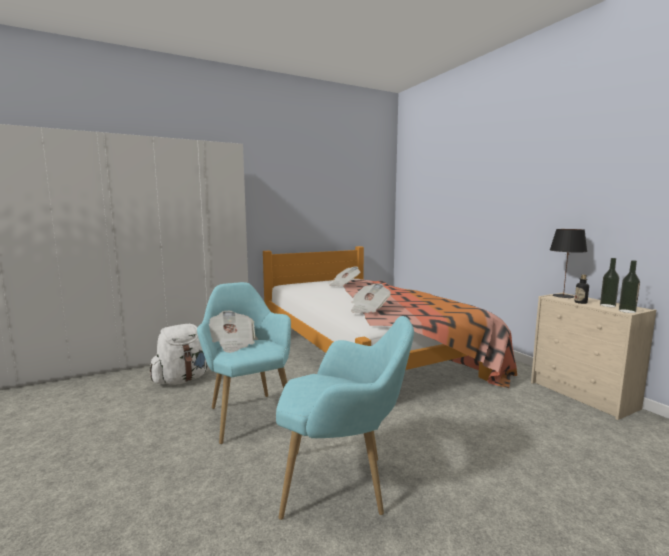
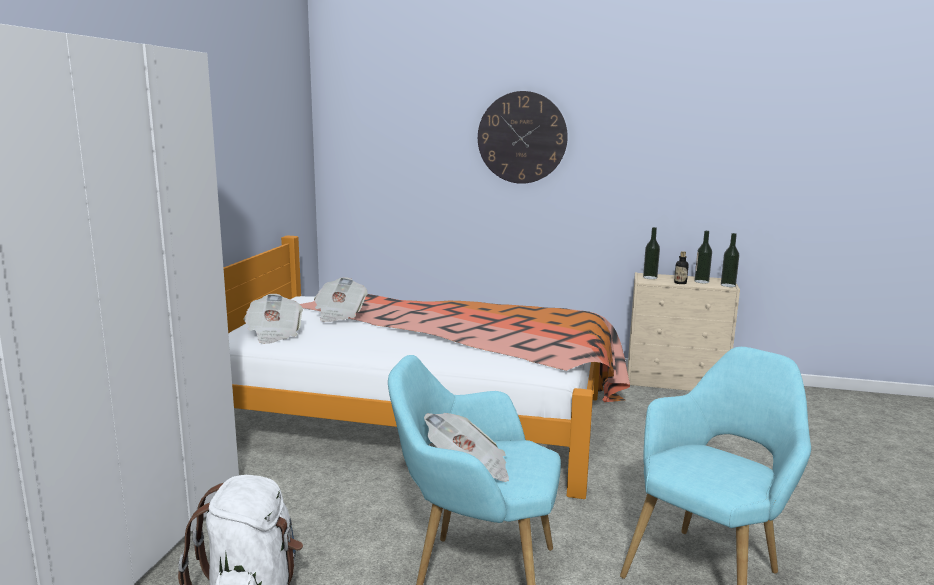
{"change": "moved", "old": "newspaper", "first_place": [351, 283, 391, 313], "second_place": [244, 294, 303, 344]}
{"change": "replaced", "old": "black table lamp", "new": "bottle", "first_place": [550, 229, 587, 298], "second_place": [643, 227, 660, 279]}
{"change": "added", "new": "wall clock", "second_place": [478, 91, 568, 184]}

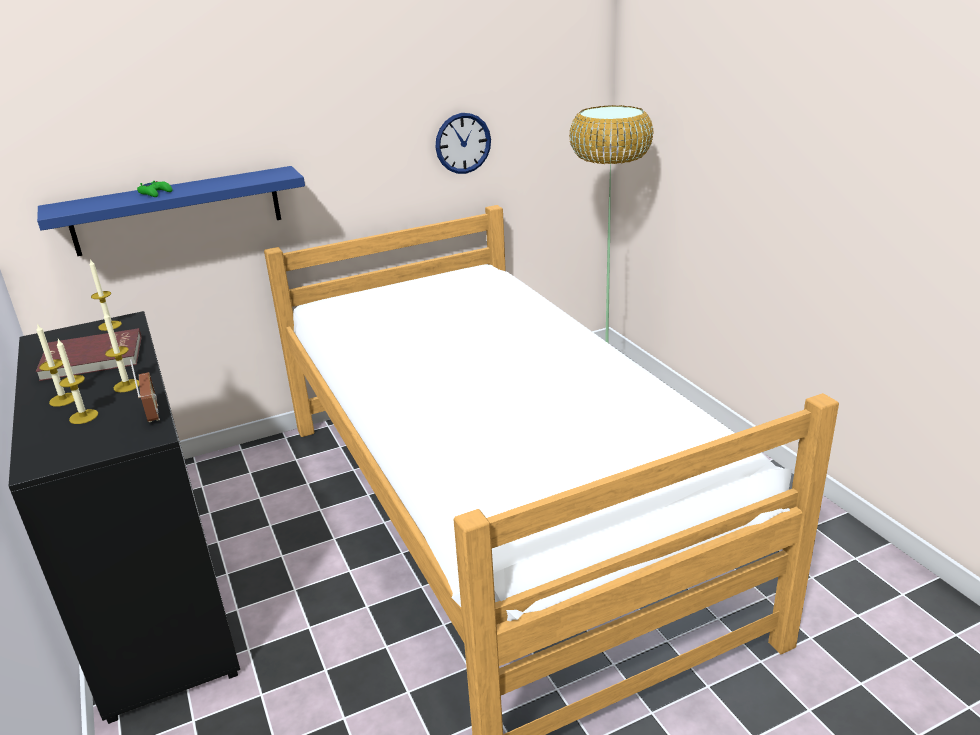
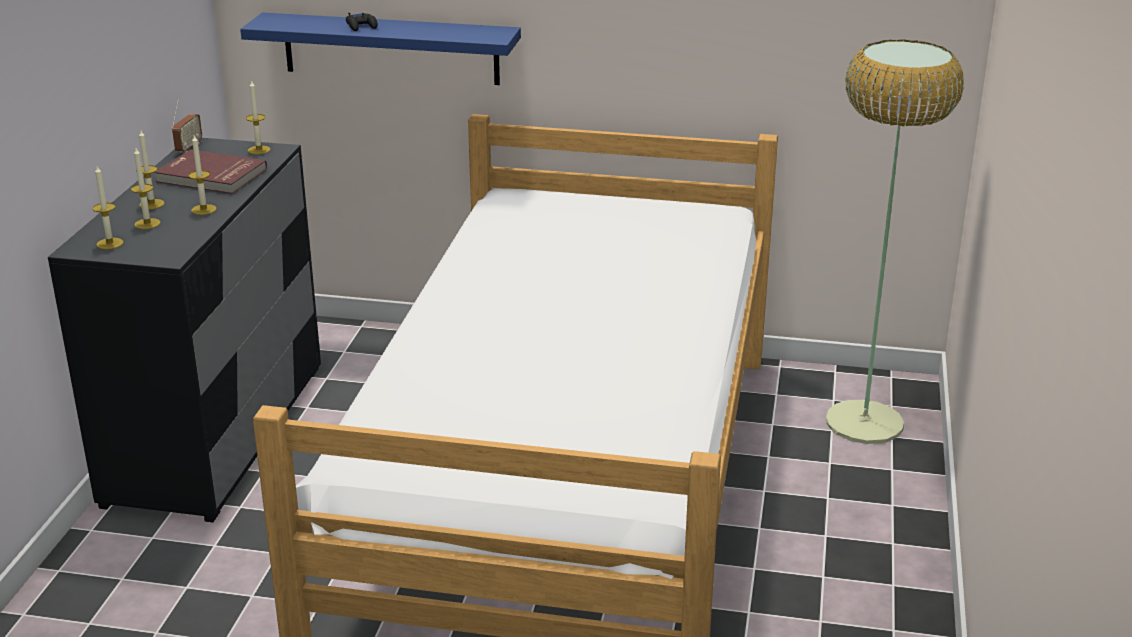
{"change": "moved", "old": "radio", "first_place": [130, 359, 160, 422], "second_place": [171, 98, 202, 153]}
{"change": "recoloured", "old": "green game controller", "new": "black game controller", "first_place": [137, 181, 173, 197], "second_place": [346, 13, 378, 31]}
{"change": "removed", "old": "wall clock", "first_place": [435, 113, 491, 174]}
{"change": "added", "new": "candle", "second_place": [92, 166, 124, 249]}

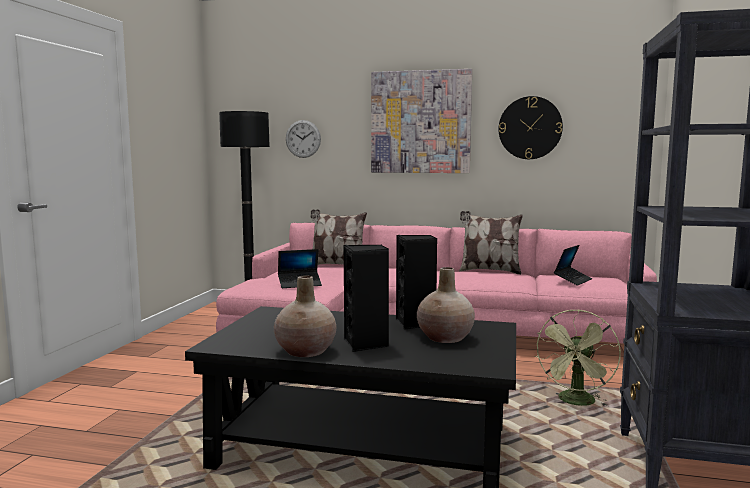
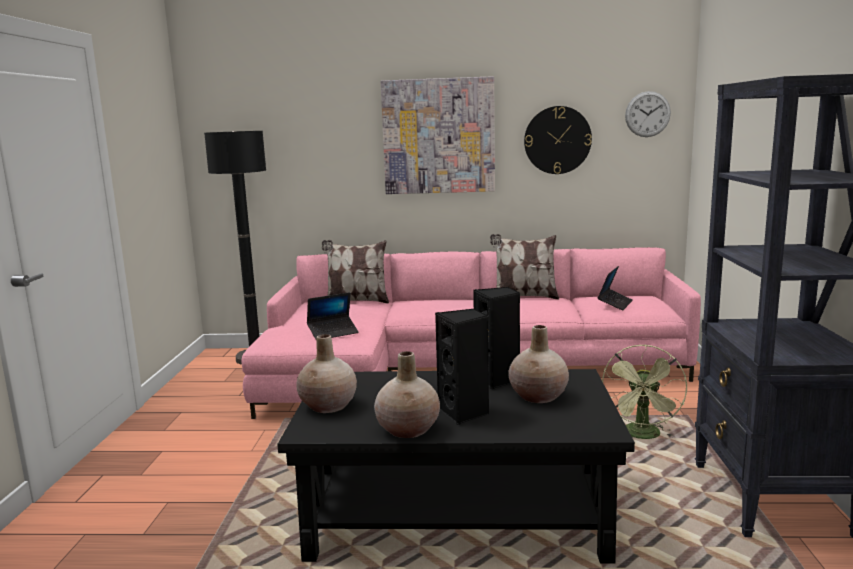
{"change": "moved", "old": "wall clock", "first_place": [286, 120, 321, 158], "second_place": [625, 91, 671, 137]}
{"change": "added", "new": "beige vase", "second_place": [296, 334, 357, 413]}

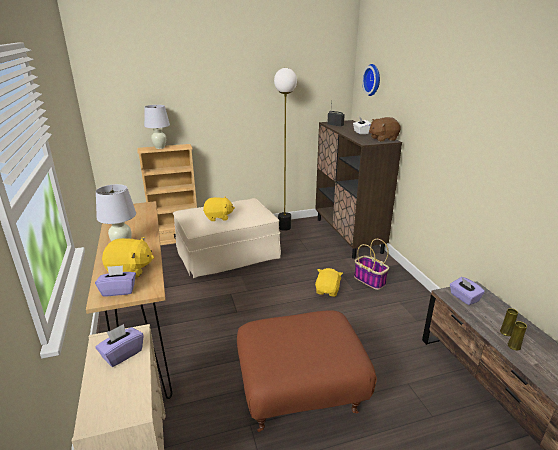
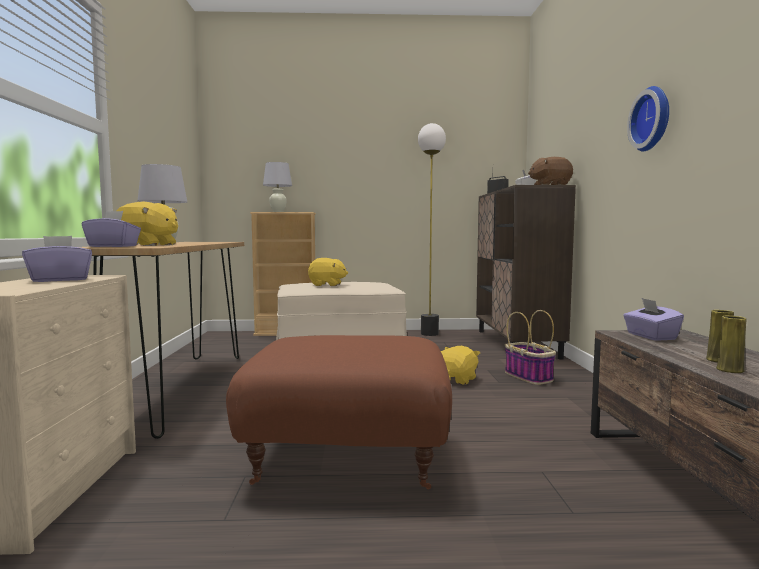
{"change": "moved", "old": "wall clock", "first_place": [362, 64, 380, 96], "second_place": [627, 86, 669, 151]}

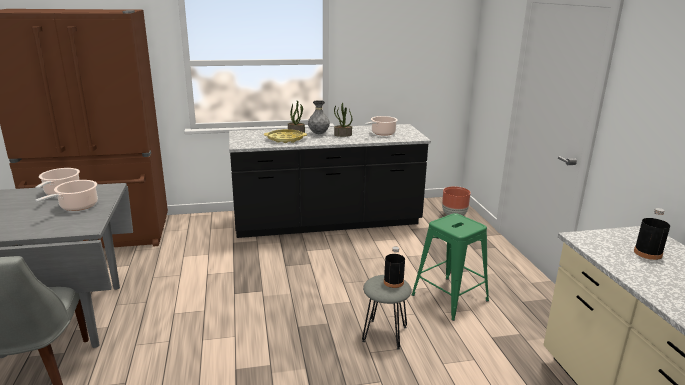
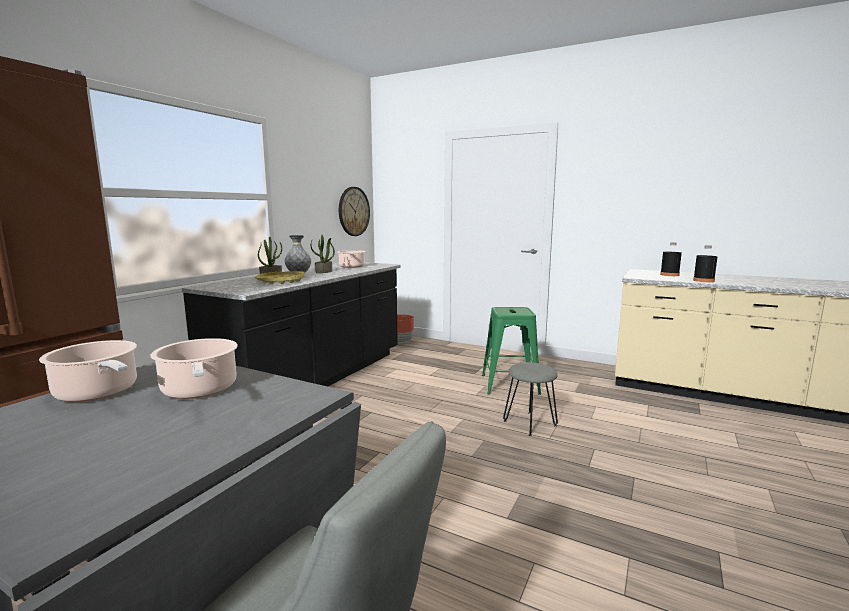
{"change": "moved", "old": "black bottle", "first_place": [384, 246, 405, 288], "second_place": [693, 245, 717, 282]}
{"change": "added", "new": "wall clock", "second_place": [339, 187, 370, 236]}

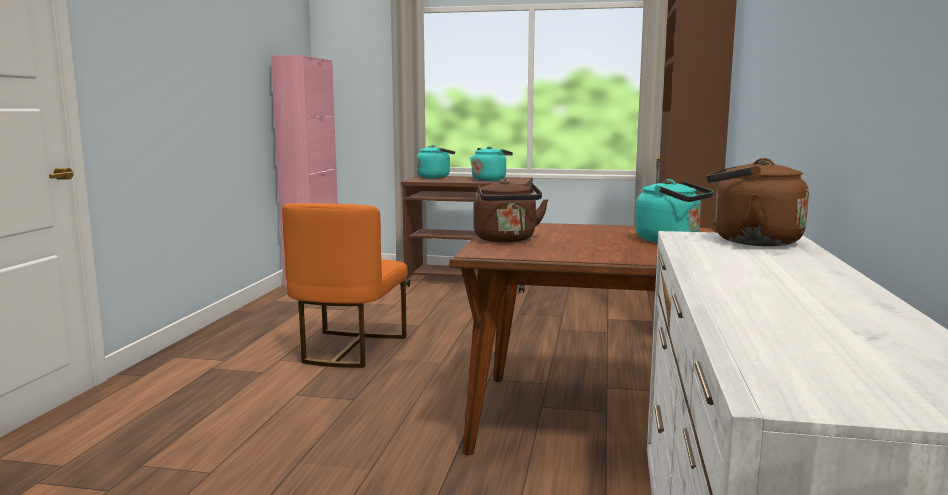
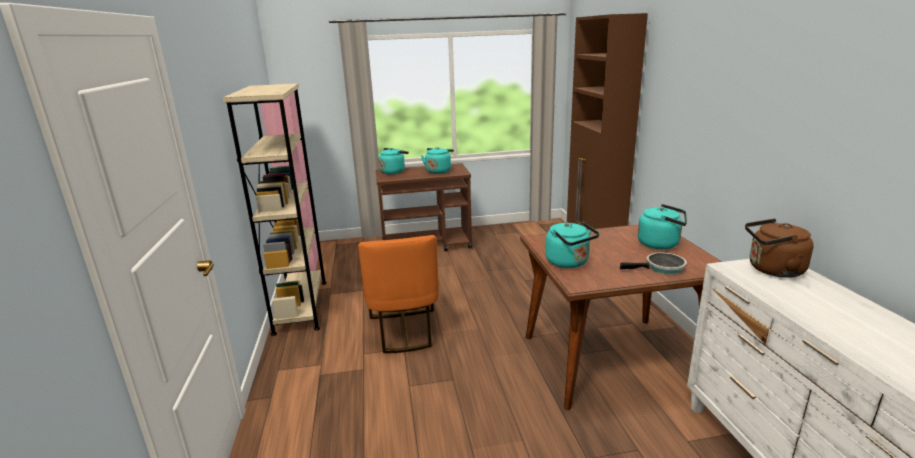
{"change": "recoloured", "old": "brown kettle", "new": "turquoise kettle", "first_place": [474, 179, 548, 243], "second_place": [545, 222, 600, 268]}
{"change": "added", "new": "beige bookcase", "second_place": [223, 83, 327, 336]}
{"change": "added", "new": "frying pan", "second_place": [620, 252, 687, 274]}

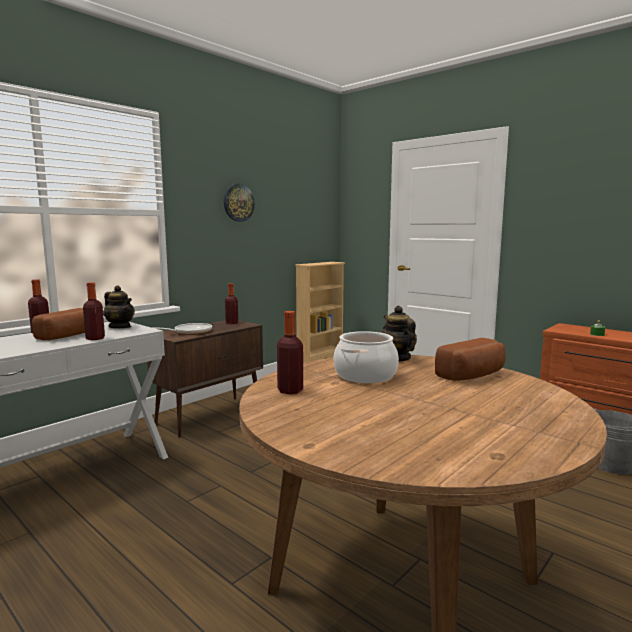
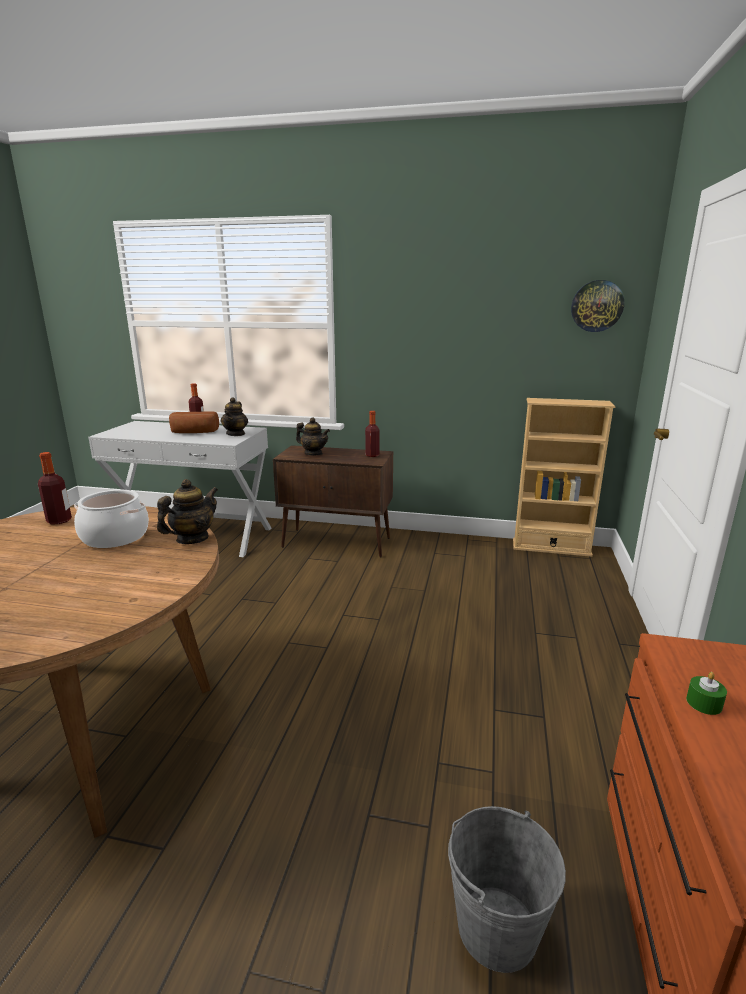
{"change": "removed", "old": "bottle", "first_place": [83, 282, 105, 340]}
{"change": "replaced", "old": "frying pan", "new": "teapot", "first_place": [155, 323, 212, 335], "second_place": [296, 418, 330, 455]}
{"change": "moved", "old": "wall clock", "first_place": [224, 184, 255, 222], "second_place": [571, 280, 624, 332]}
{"change": "removed", "old": "bread", "first_place": [435, 338, 506, 381]}

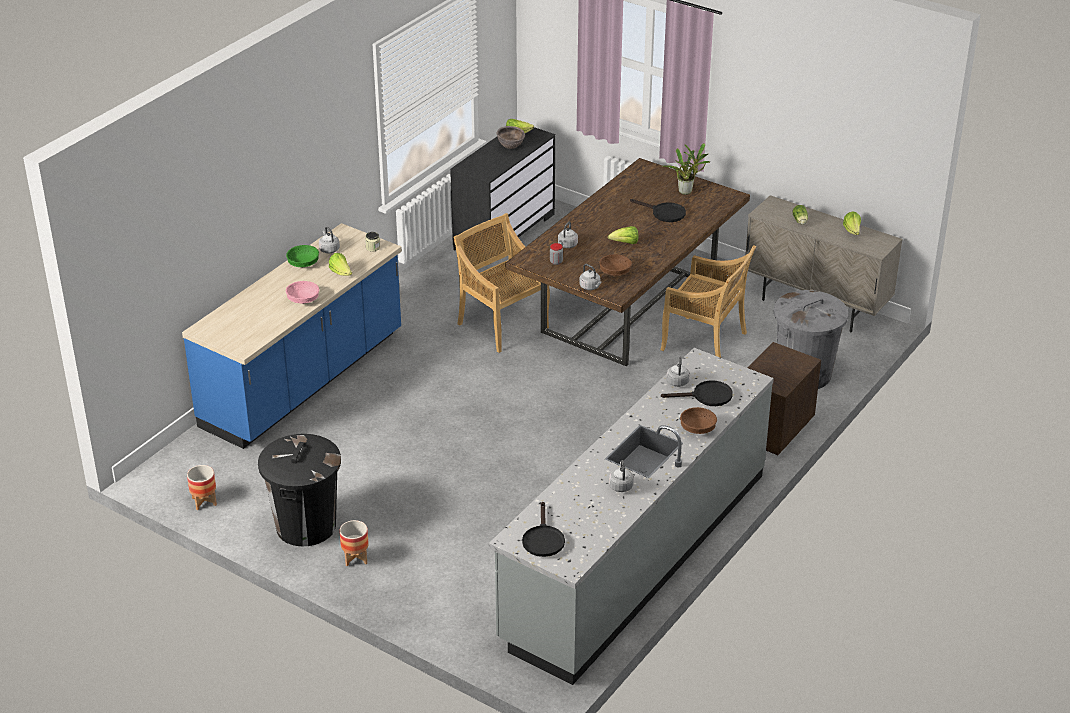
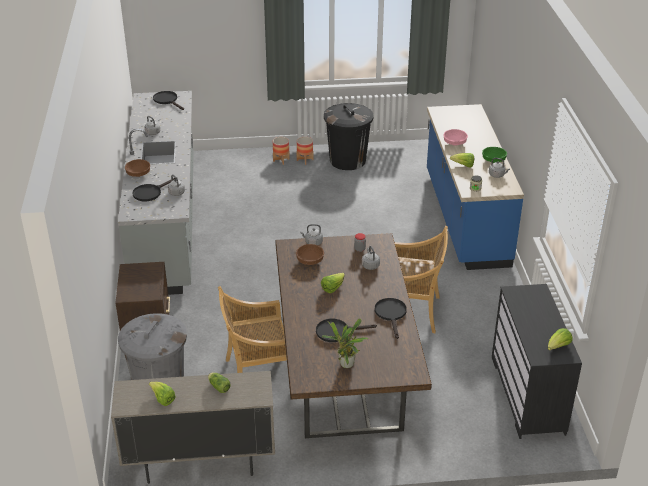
{"change": "moved", "old": "planter", "first_place": [187, 465, 217, 510], "second_place": [273, 137, 290, 165]}
{"change": "removed", "old": "brown bowl", "first_place": [496, 126, 525, 149]}
{"change": "added", "new": "black frying pan", "second_place": [375, 298, 407, 339]}

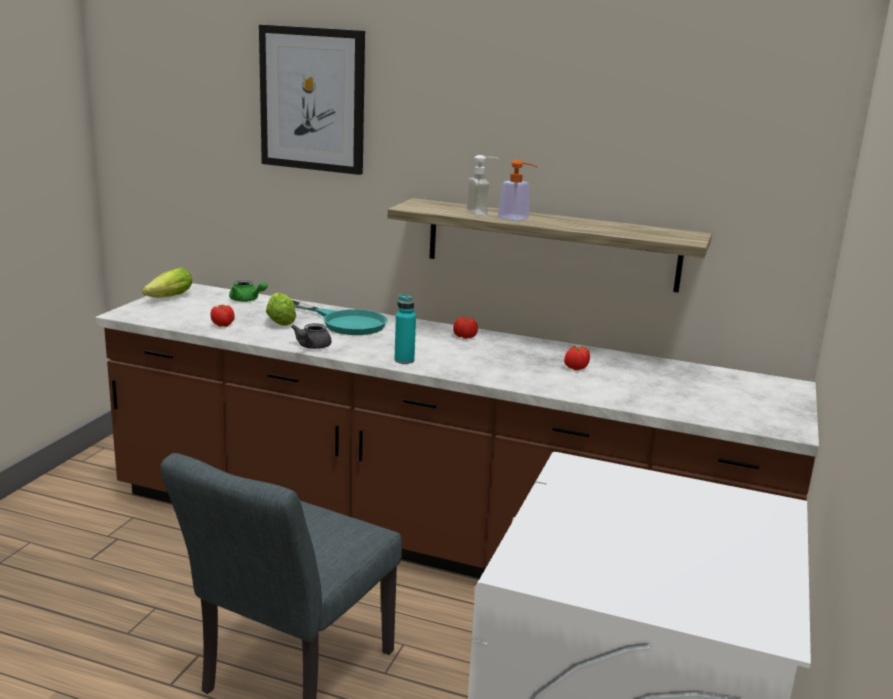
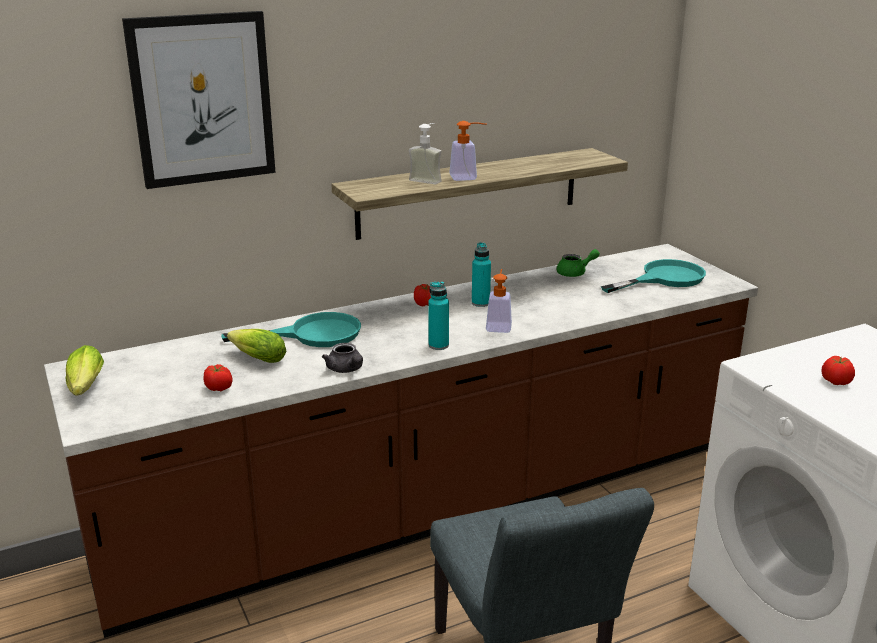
{"change": "moved", "old": "green teapot", "first_place": [229, 280, 268, 302], "second_place": [557, 249, 600, 277]}
{"change": "moved", "old": "tomato", "first_place": [564, 346, 590, 370], "second_place": [822, 356, 855, 385]}
{"change": "added", "new": "turquoise bottle", "second_place": [472, 242, 491, 307]}
{"change": "added", "new": "soap dispenser", "second_place": [486, 269, 512, 333]}
{"change": "added", "new": "turquoise frying pan", "second_place": [601, 259, 706, 293]}

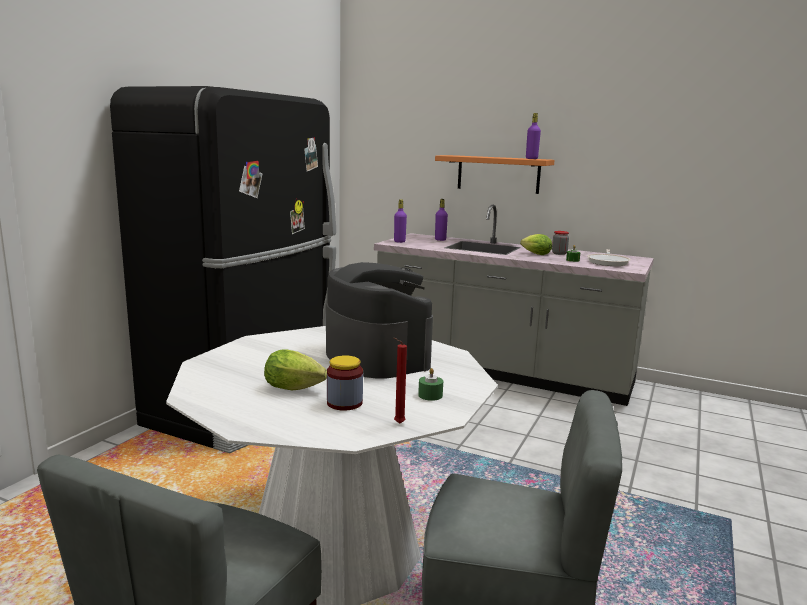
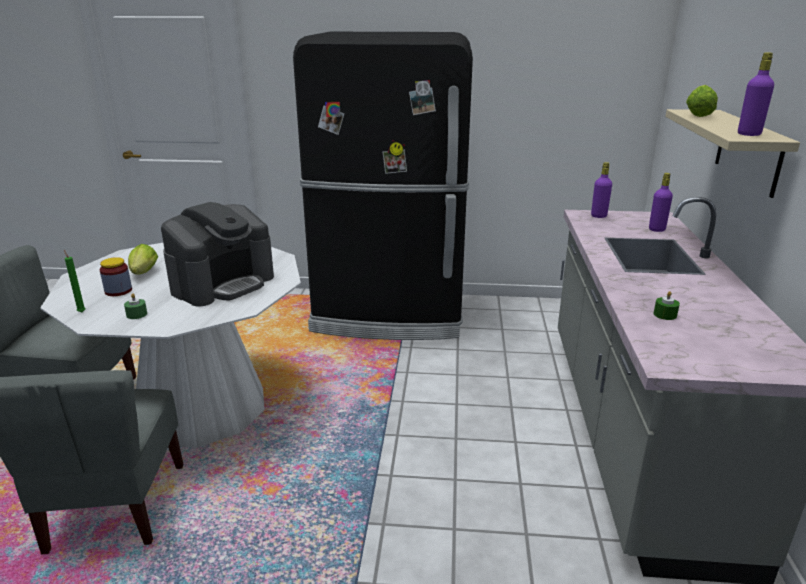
{"change": "recoloured", "old": "red candle", "new": "green candle", "first_place": [394, 338, 407, 424], "second_place": [64, 250, 86, 313]}
{"change": "recoloured", "old": "orange shelf", "new": "beige shelf", "first_place": [435, 155, 555, 194], "second_place": [665, 109, 800, 198]}
{"change": "moved", "old": "lettuce", "first_place": [520, 234, 552, 255], "second_place": [686, 85, 718, 117]}
{"change": "removed", "old": "jar", "first_place": [552, 231, 569, 255]}
{"change": "removed", "old": "frying pan", "first_place": [587, 249, 631, 266]}

